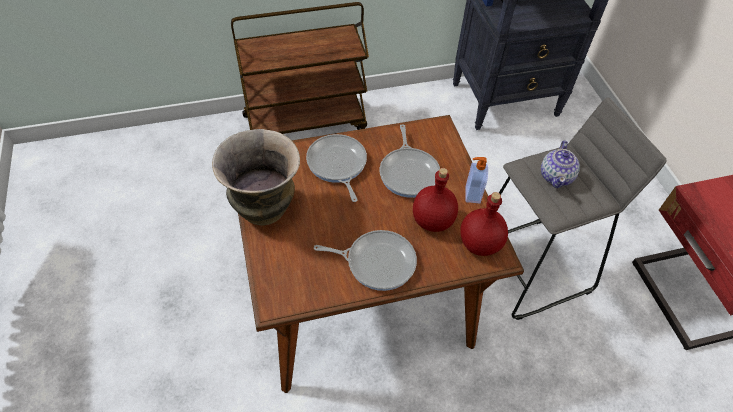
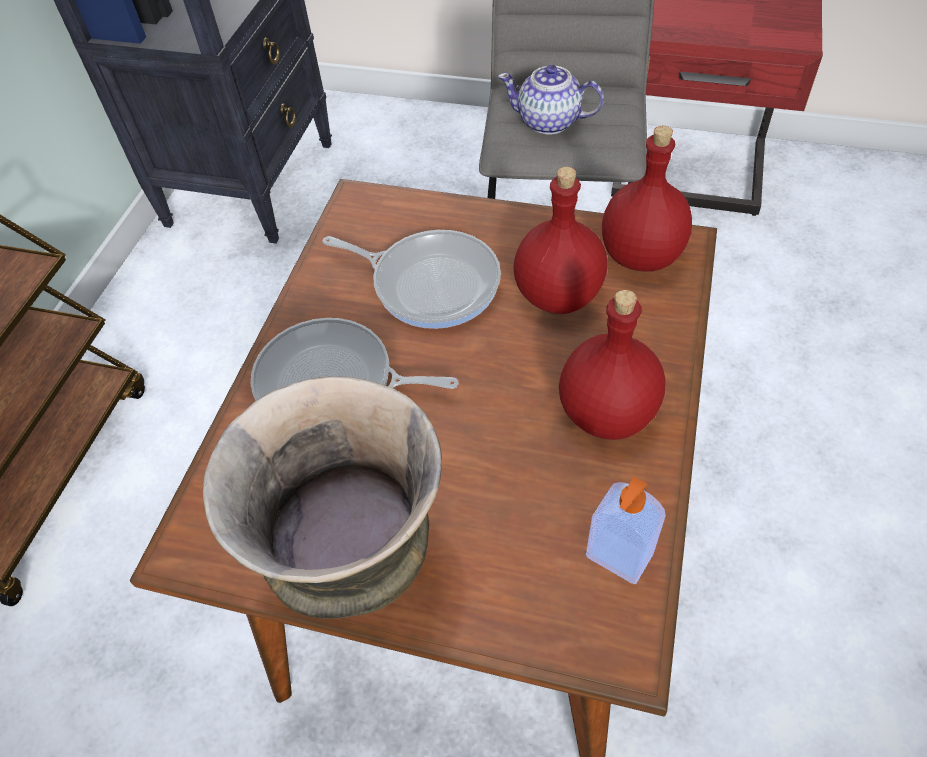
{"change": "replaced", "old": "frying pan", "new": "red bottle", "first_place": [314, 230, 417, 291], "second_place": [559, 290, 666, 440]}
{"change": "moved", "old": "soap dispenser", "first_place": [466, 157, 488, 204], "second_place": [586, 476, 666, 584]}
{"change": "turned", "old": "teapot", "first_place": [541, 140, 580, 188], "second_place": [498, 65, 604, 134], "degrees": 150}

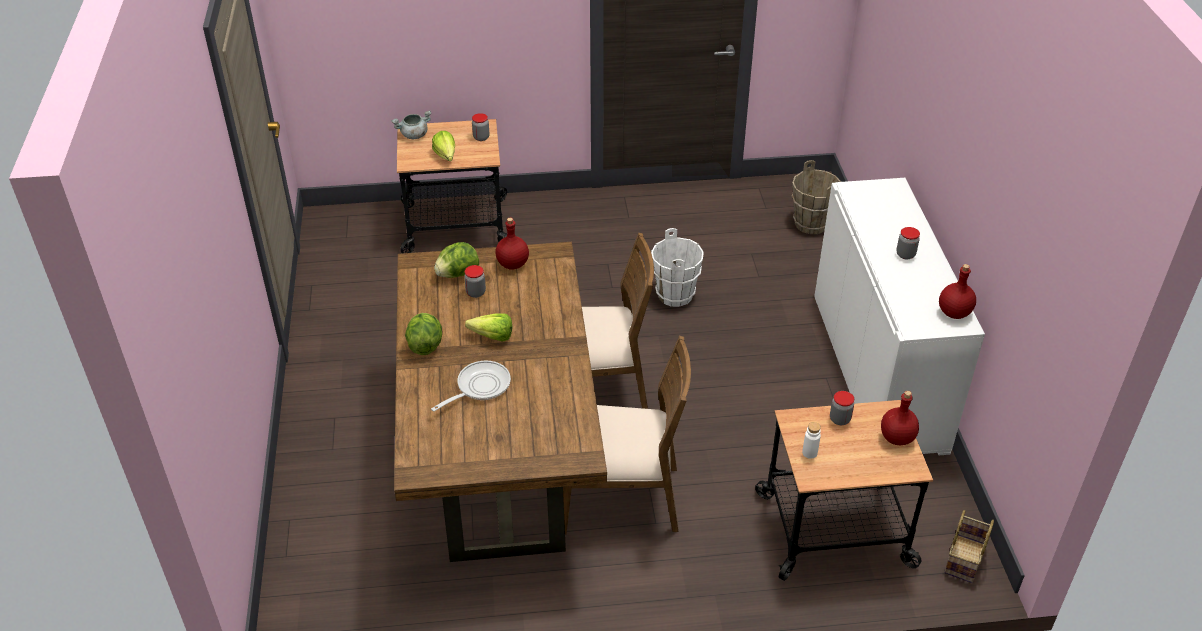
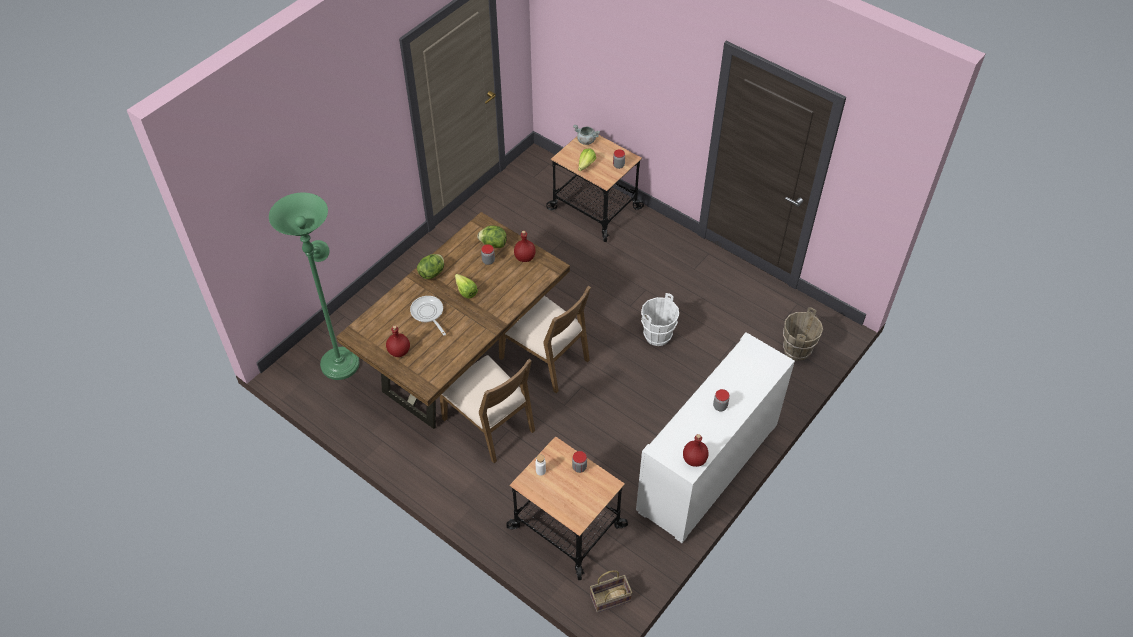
{"change": "turned", "old": "frying pan", "first_place": [431, 361, 511, 411], "second_place": [410, 296, 446, 336], "degrees": -120}
{"change": "moved", "old": "red bottle", "first_place": [881, 391, 919, 445], "second_place": [386, 325, 410, 357]}
{"change": "added", "new": "green floor lamp", "second_place": [269, 192, 360, 380]}

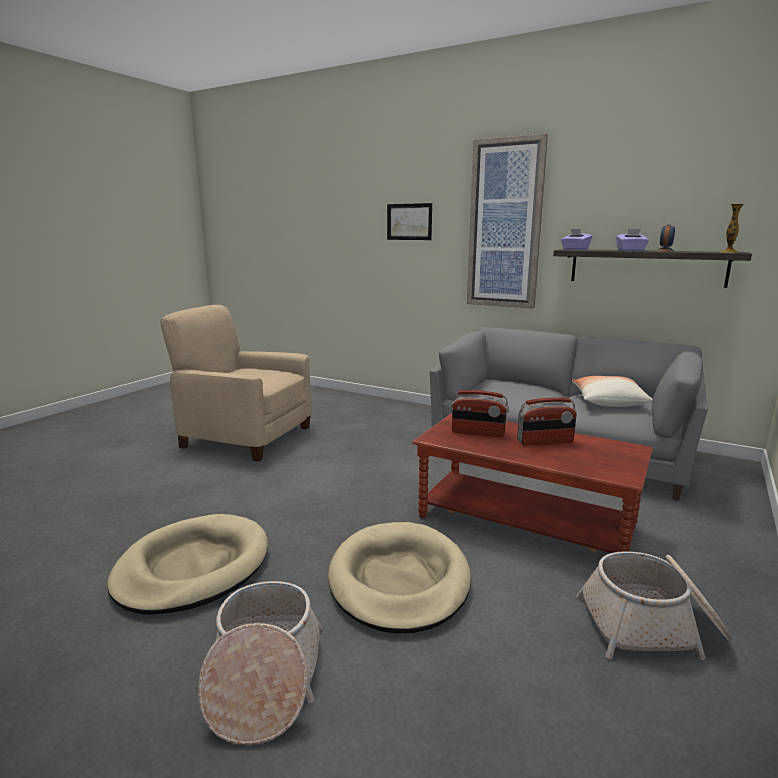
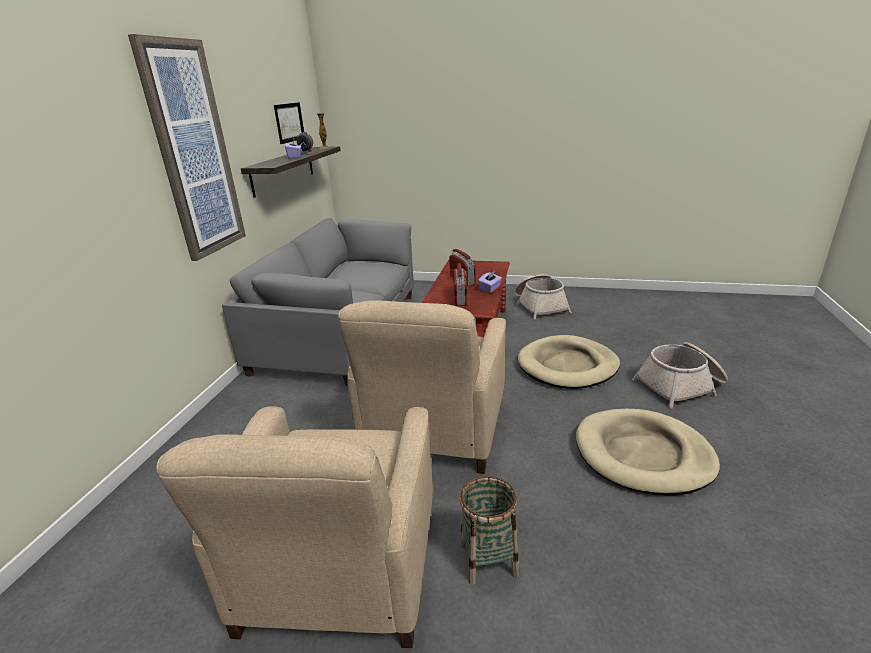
{"change": "moved", "old": "picture", "first_place": [387, 203, 432, 240], "second_place": [274, 102, 304, 144]}
{"change": "moved", "old": "purple tissue box", "first_place": [561, 229, 592, 250], "second_place": [478, 271, 502, 293]}
{"change": "removed", "old": "pillow", "first_place": [572, 376, 653, 407]}
{"change": "added", "new": "beige armchair", "second_place": [338, 300, 506, 474]}
{"change": "added", "new": "basket", "second_place": [460, 476, 519, 585]}

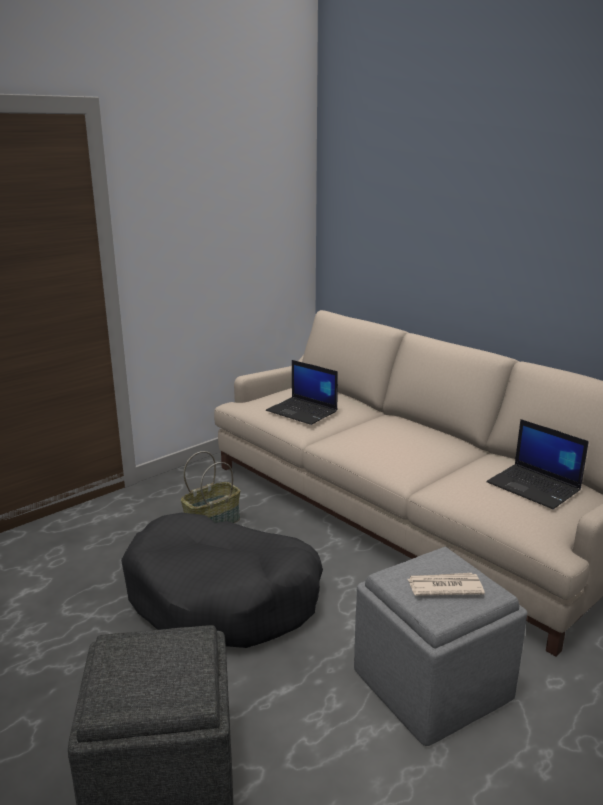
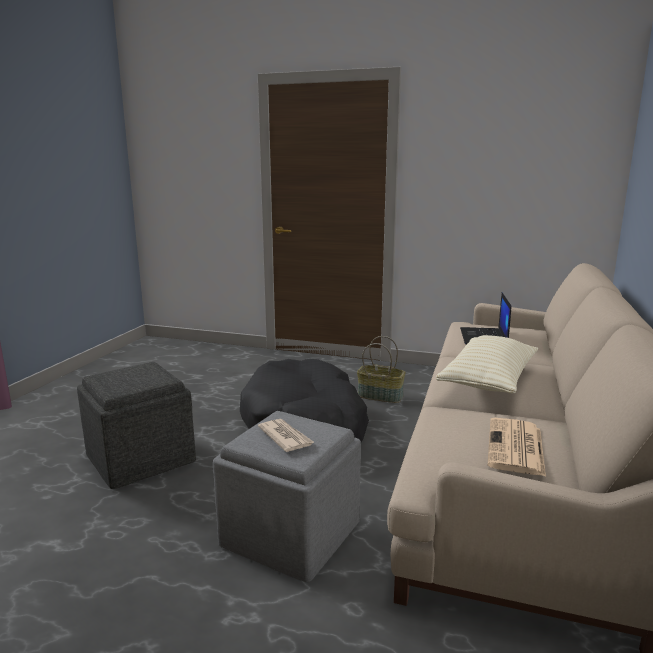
{"change": "replaced", "old": "laptop", "new": "newspaper", "first_place": [486, 419, 589, 509], "second_place": [488, 418, 546, 477]}
{"change": "added", "new": "beige pillow", "second_place": [436, 335, 538, 393]}

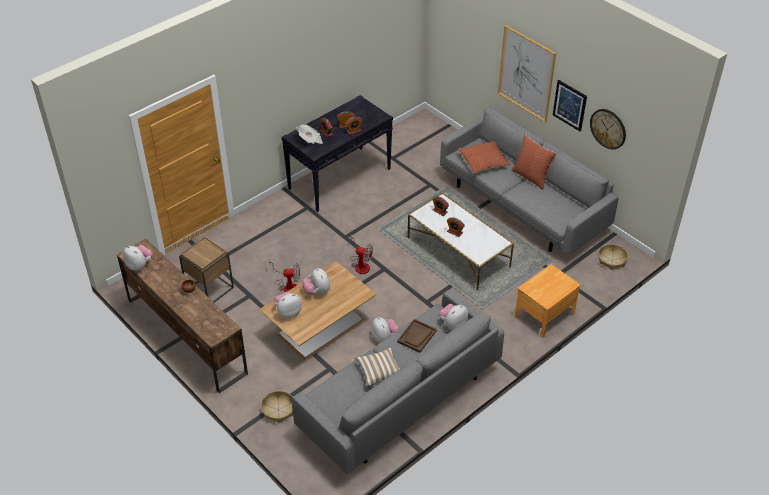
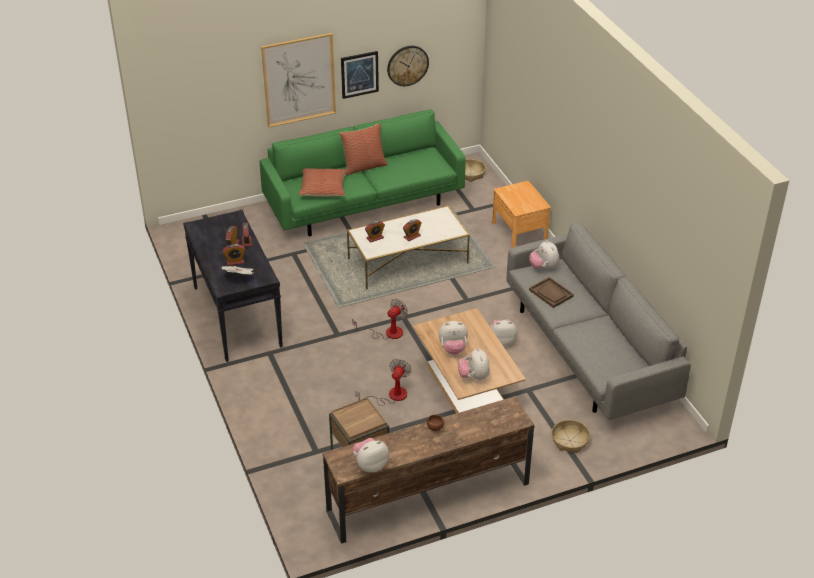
{"change": "removed", "old": "pillow", "first_place": [354, 348, 400, 387]}
{"change": "recoloured", "old": "grey sofa", "new": "green sofa", "first_place": [440, 106, 619, 255], "second_place": [260, 110, 466, 237]}

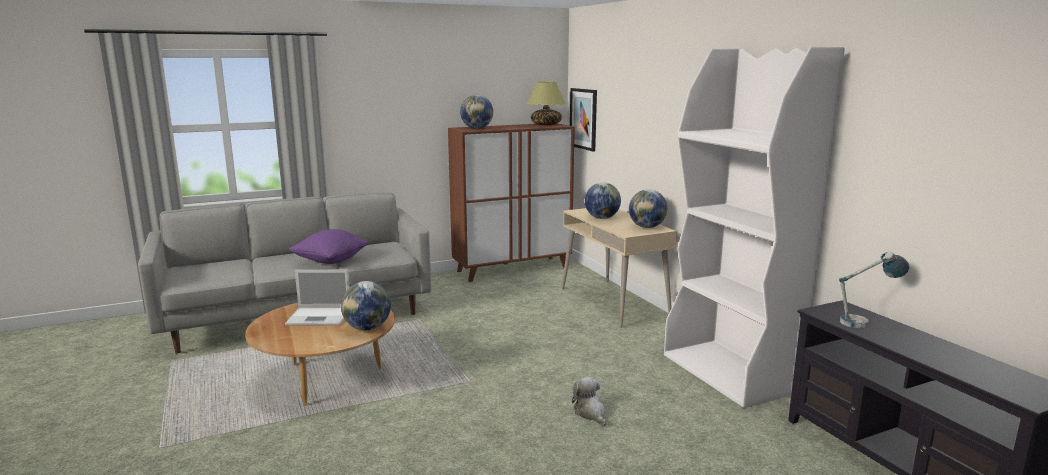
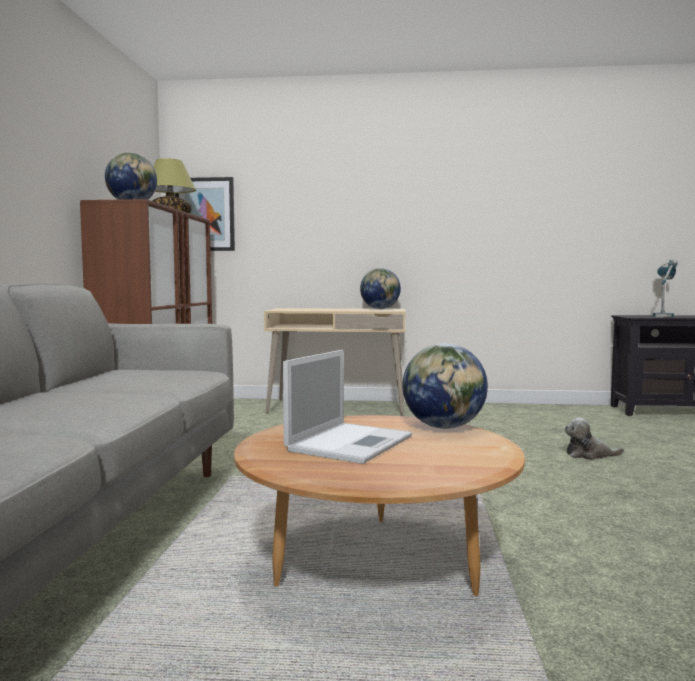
{"change": "removed", "old": "purple pillow", "first_place": [289, 229, 369, 264]}
{"change": "removed", "old": "globe", "first_place": [585, 182, 621, 219]}
{"change": "removed", "old": "white bookcase", "first_place": [664, 47, 845, 408]}

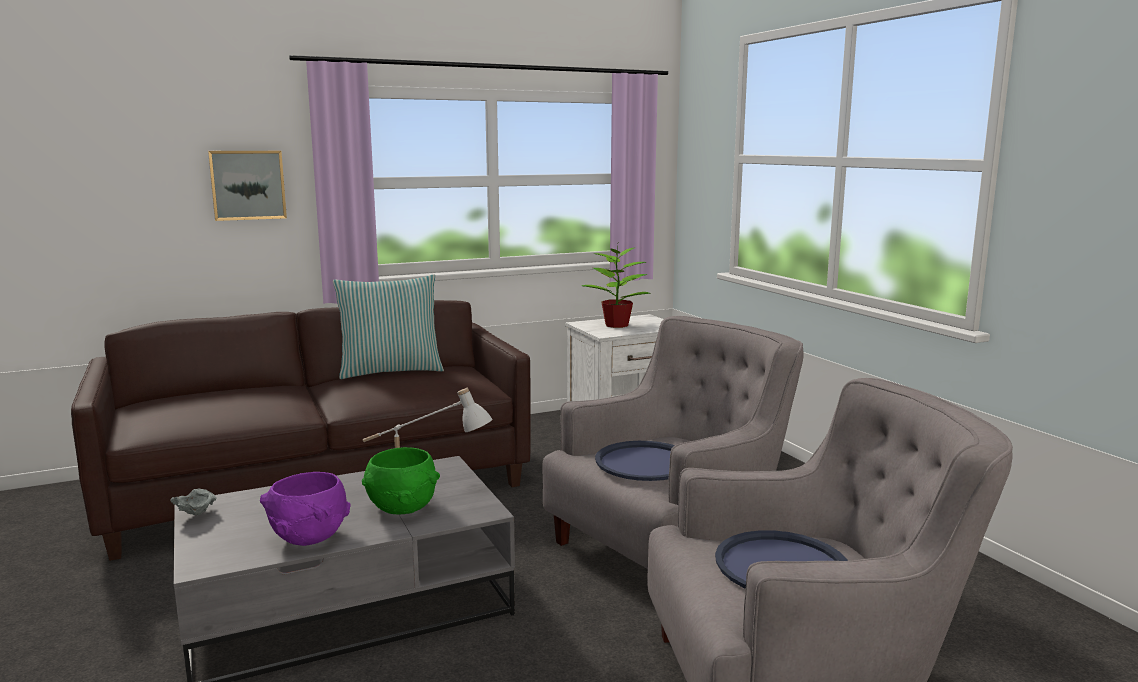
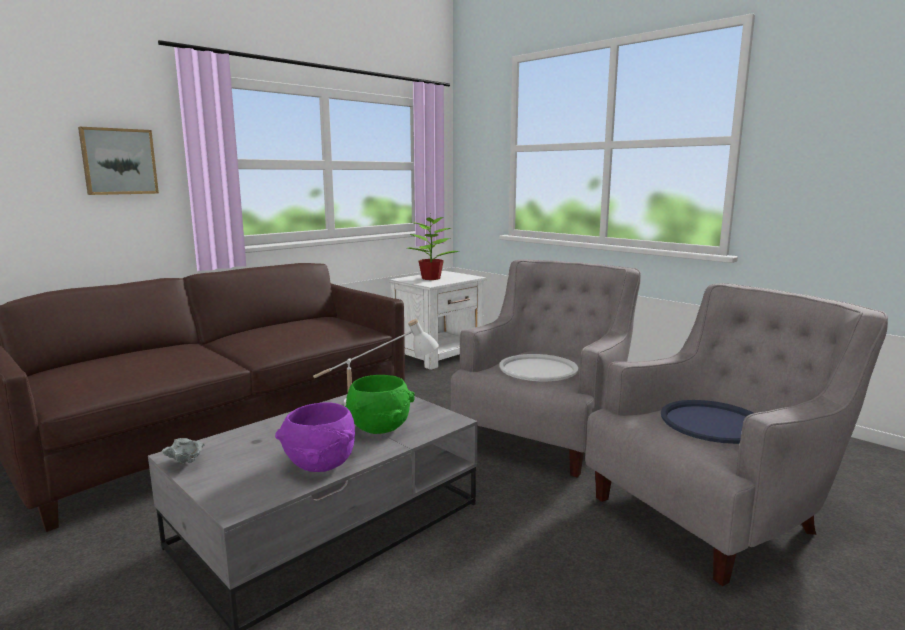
{"change": "removed", "old": "pillow", "first_place": [333, 274, 444, 379]}
{"change": "recoloured", "old": "blue tray", "new": "white tray", "first_place": [595, 441, 675, 481], "second_place": [499, 354, 578, 381]}

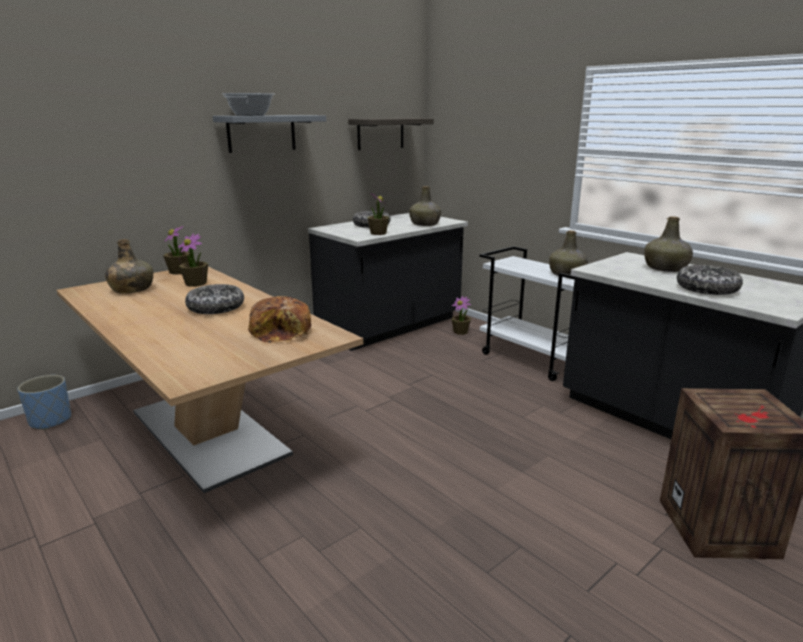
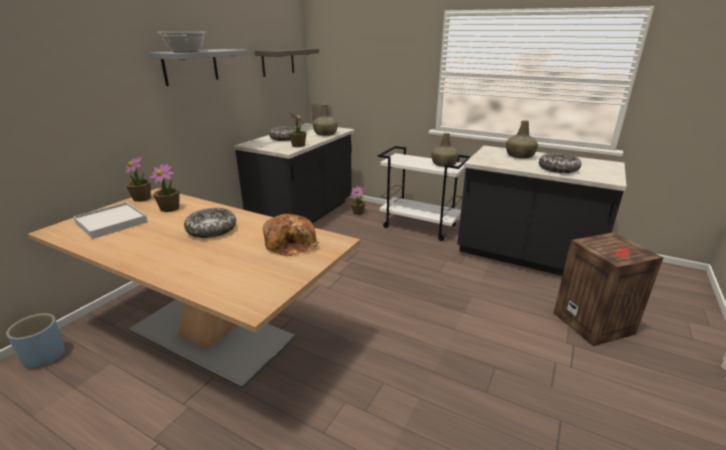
{"change": "replaced", "old": "green bottle", "new": "white tray", "first_place": [105, 239, 153, 294], "second_place": [73, 202, 148, 239]}

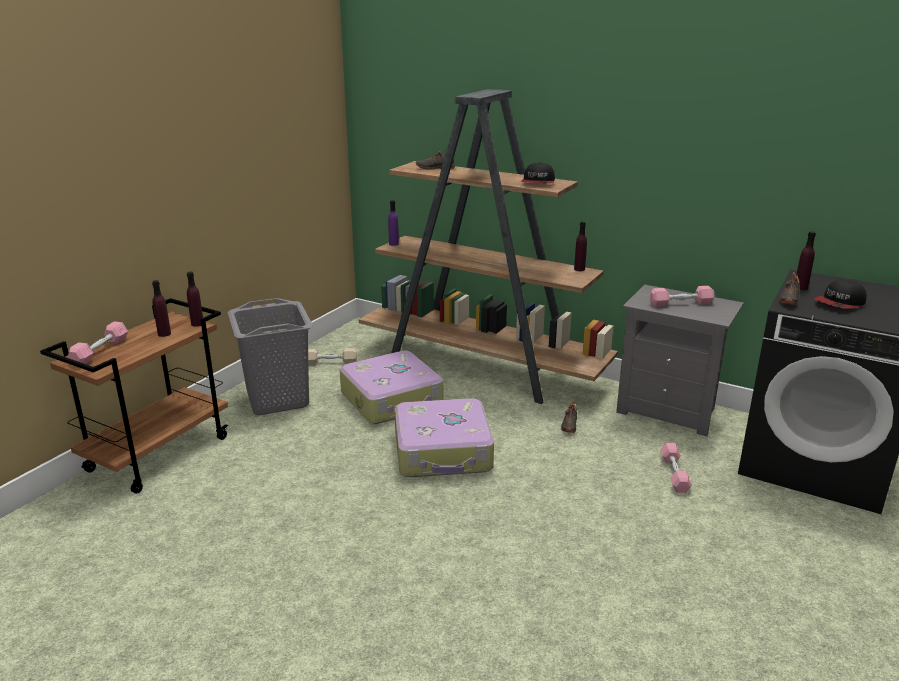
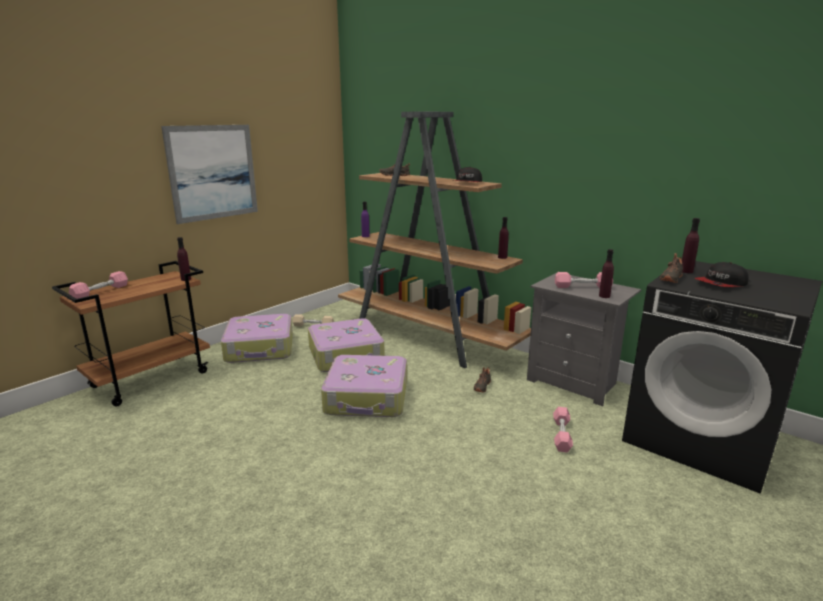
{"change": "moved", "old": "purple bottle", "first_place": [152, 280, 171, 337], "second_place": [599, 249, 614, 298]}
{"change": "replaced", "old": "grey laundry basket", "new": "suitcase", "first_place": [227, 298, 313, 415], "second_place": [221, 314, 293, 363]}
{"change": "added", "new": "picture", "second_place": [161, 125, 258, 224]}

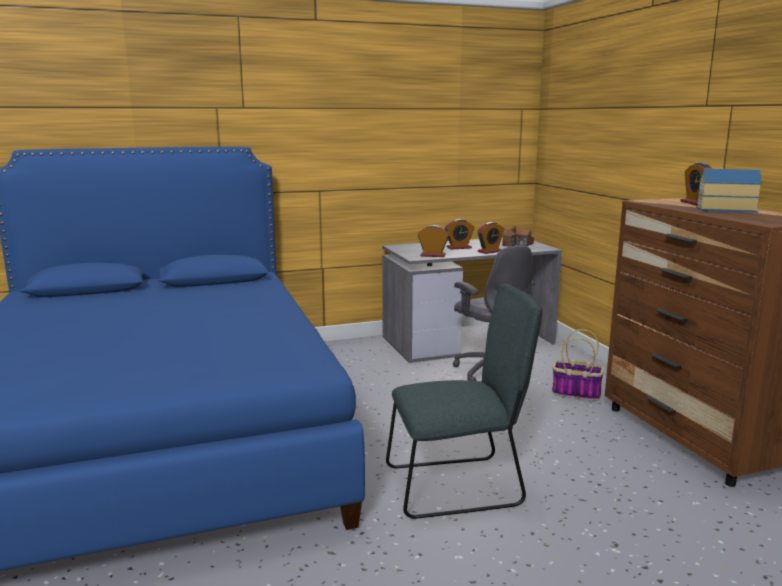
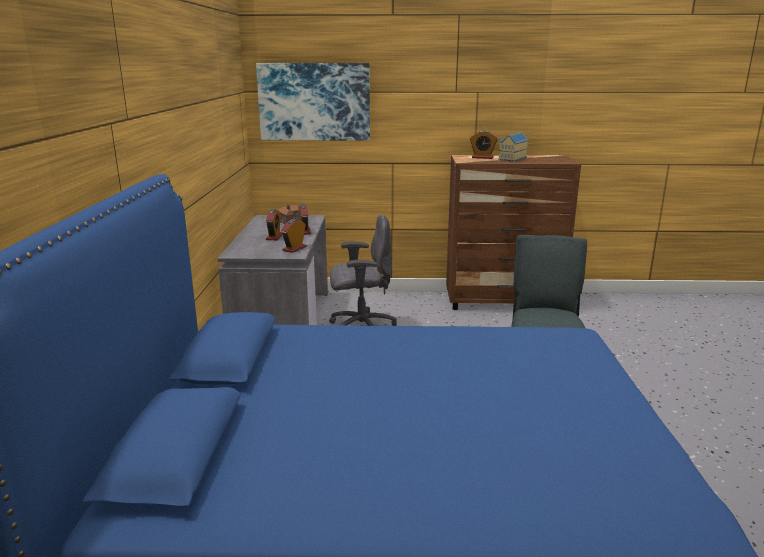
{"change": "removed", "old": "basket", "first_place": [552, 329, 604, 401]}
{"change": "added", "new": "picture", "second_place": [256, 63, 370, 141]}

